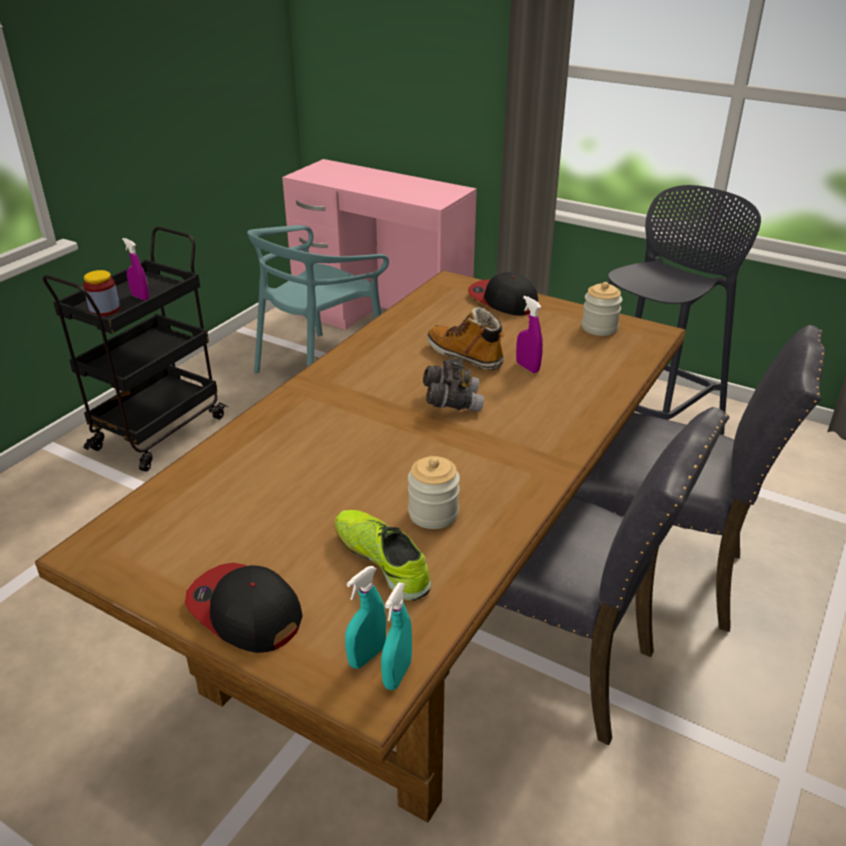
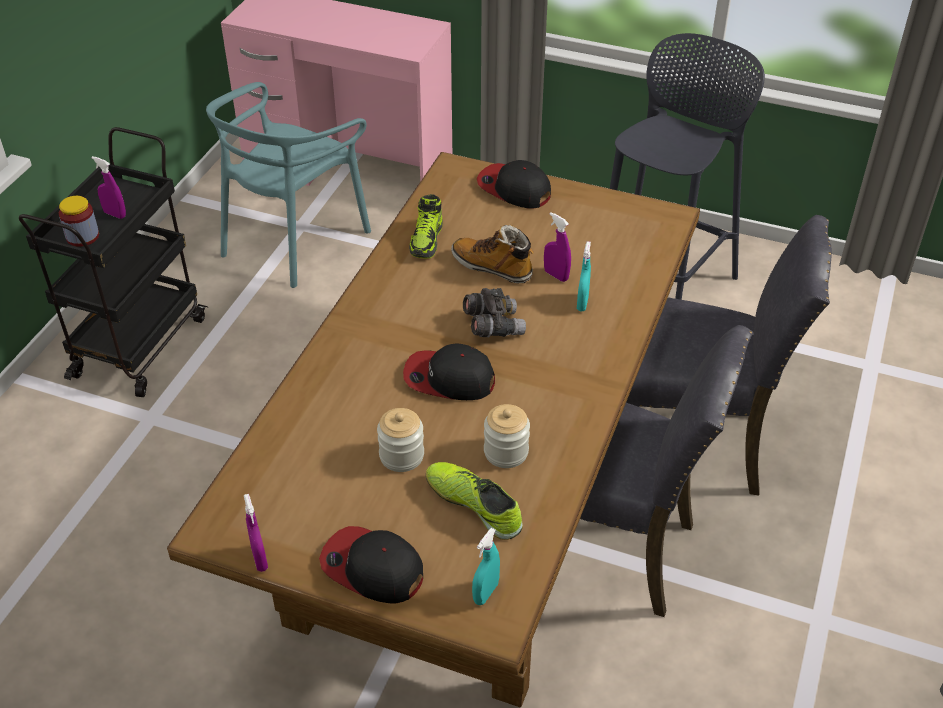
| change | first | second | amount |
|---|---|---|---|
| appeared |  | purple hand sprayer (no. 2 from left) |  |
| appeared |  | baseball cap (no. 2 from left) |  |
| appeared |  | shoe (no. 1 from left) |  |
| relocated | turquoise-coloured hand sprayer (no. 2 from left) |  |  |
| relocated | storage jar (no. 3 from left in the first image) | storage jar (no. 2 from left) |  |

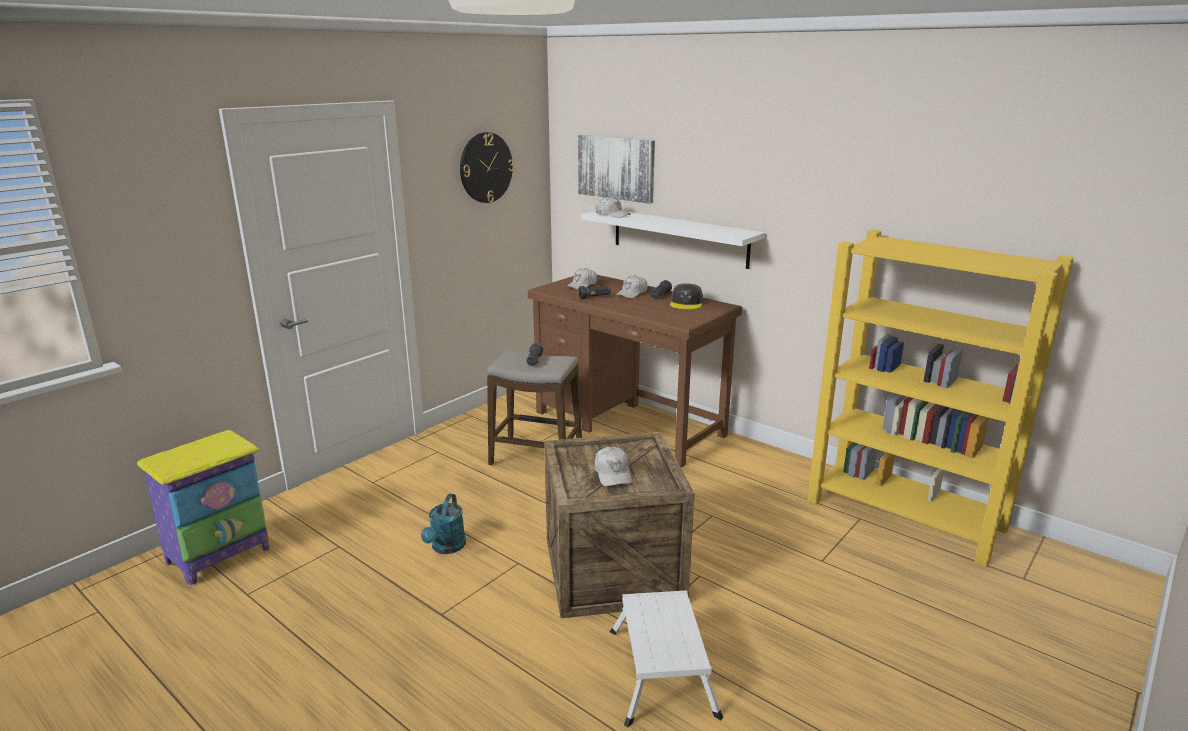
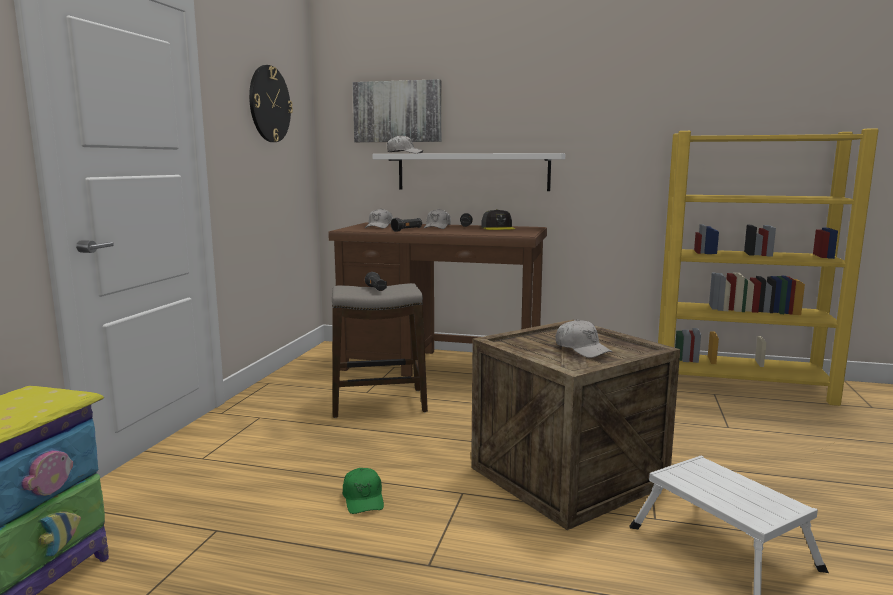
| change | first | second | amount |
|---|---|---|---|
| exchanged | turquoise-coloured sprinkling can | green baseball cap |  |

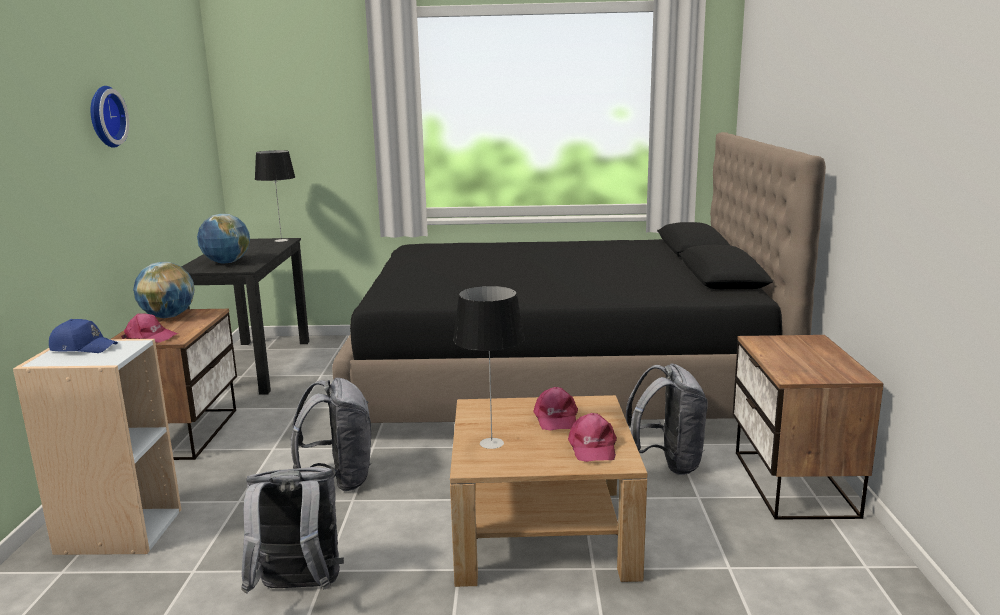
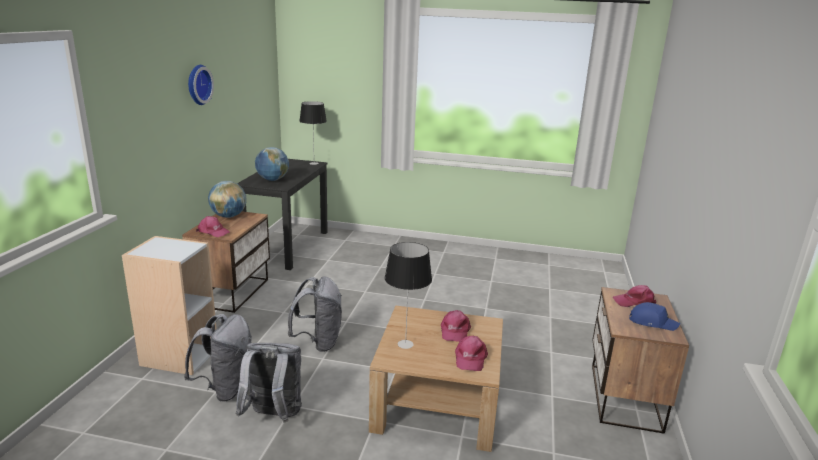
| change | first | second | amount |
|---|---|---|---|
| missing | blackish bed |  |  |
| appeared |  | pink baseball cap (no. 4 from left) |  |
| relocated | blue baseball cap |  |  |
| relocated | gray rucksack (no. 3 from left in the first image) | gray rucksack (no. 1 from left) |  |

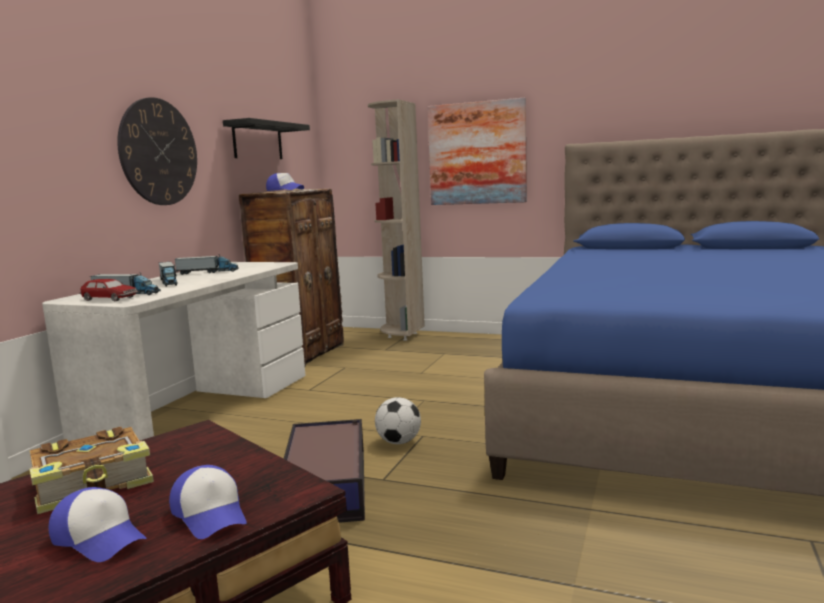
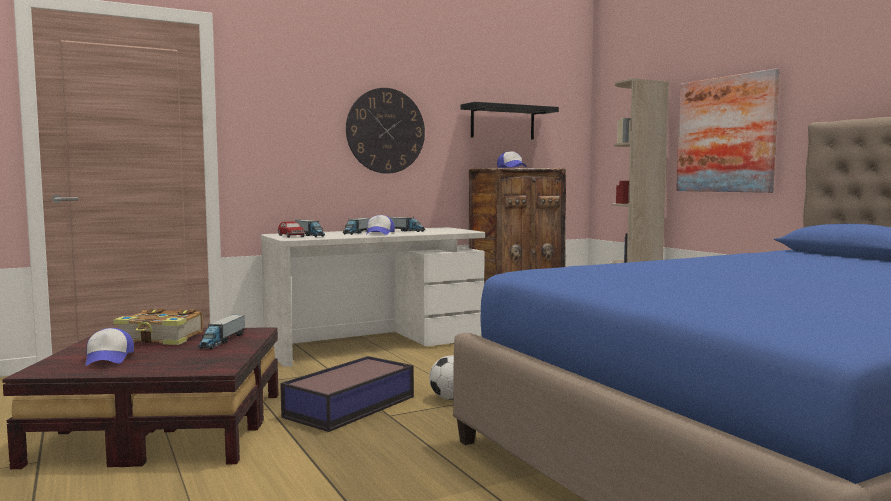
| change | first | second | amount |
|---|---|---|---|
| appeared |  | toy truck (no. 1 from left) |  |
| relocated | baseball cap (no. 2 from left) |  |  |

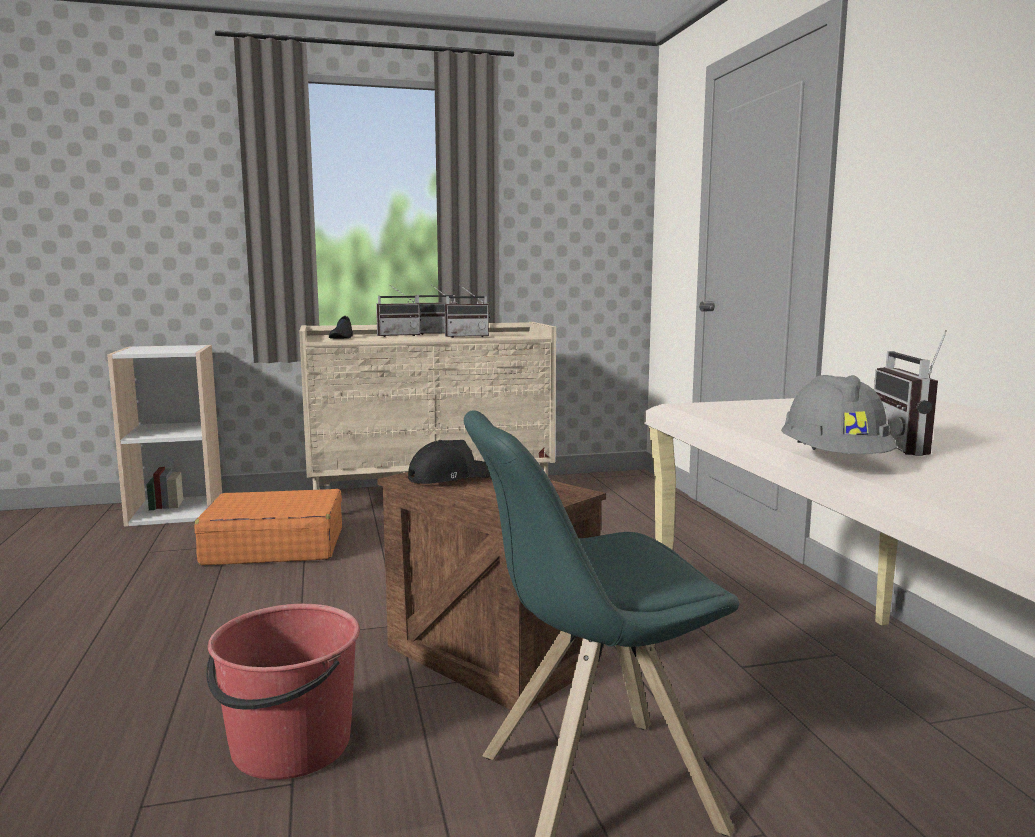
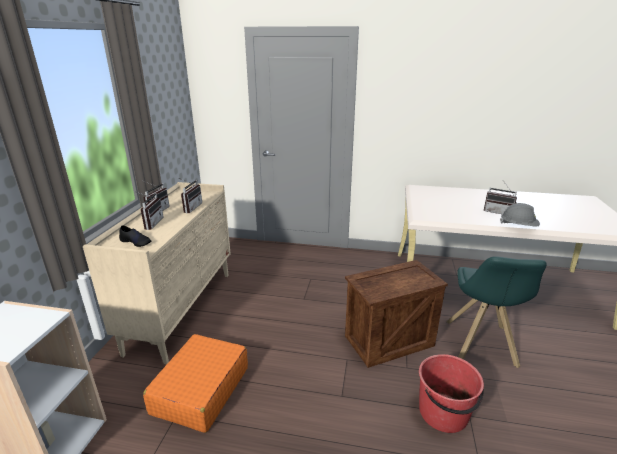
| change | first | second | amount |
|---|---|---|---|
| missing | blackish baseball cap |  |  |

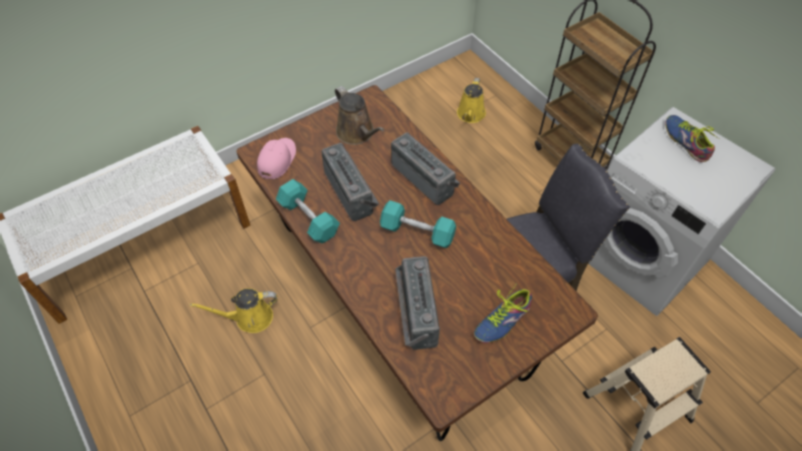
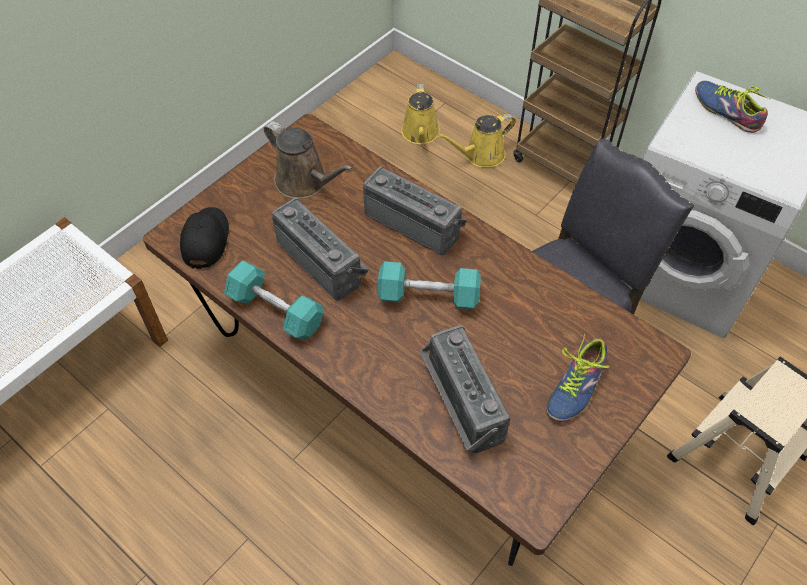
| change | first | second | amount |
|---|---|---|---|
| relocated | yellow sprinkling can (no. 1 from left in the first image) | yellow sprinkling can (no. 2 from left) |  |
| colour | pink baseball cap | blackish baseball cap |  |

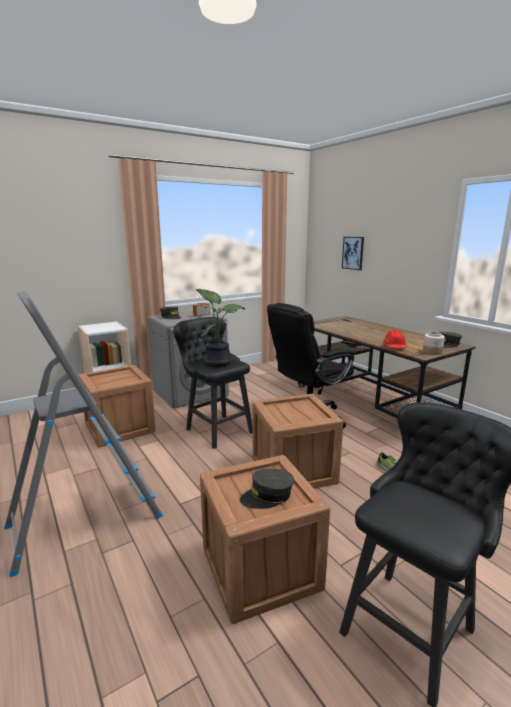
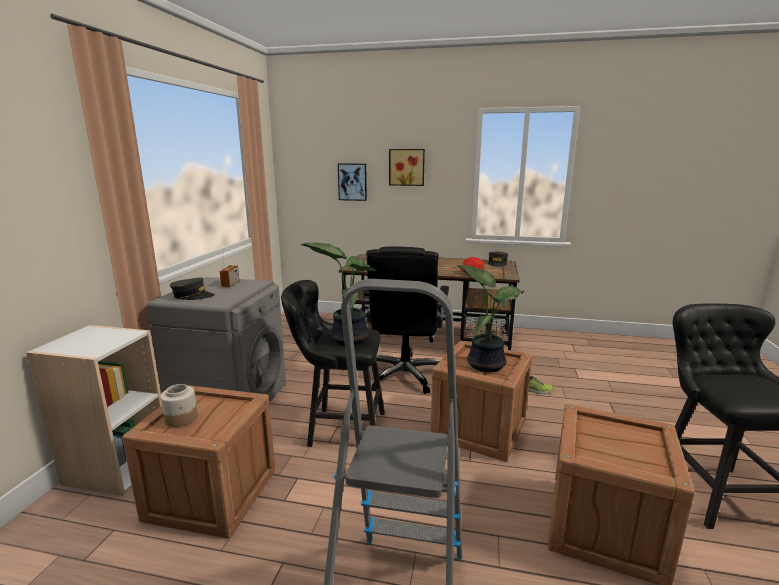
| change | first | second | amount |
|---|---|---|---|
| missing | gray baseball cap (no. 2 from left) |  |  |
| appeared |  | wall art (no. 2 from left) |  |
| appeared |  | houseplant (no. 2 from left) |  |
| relocated | storage jar |  |  |

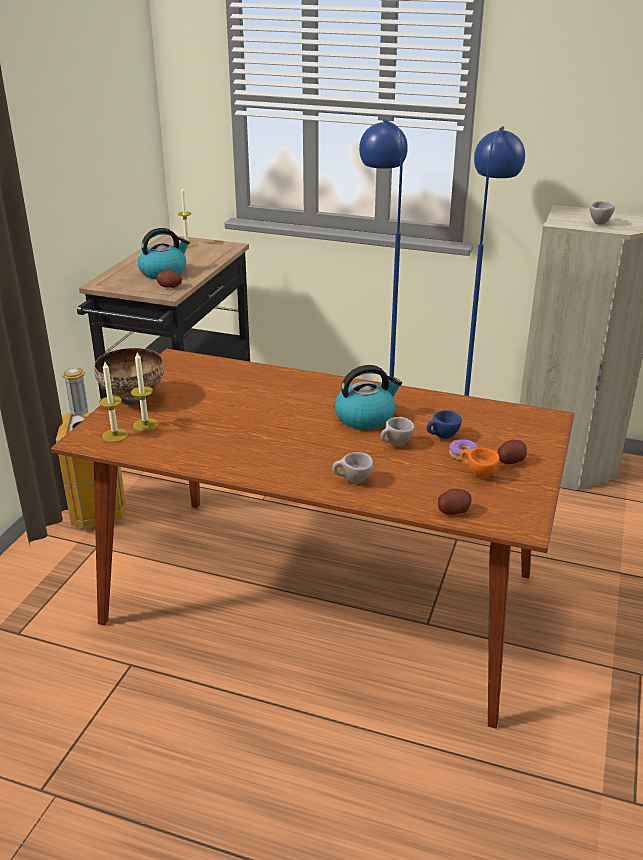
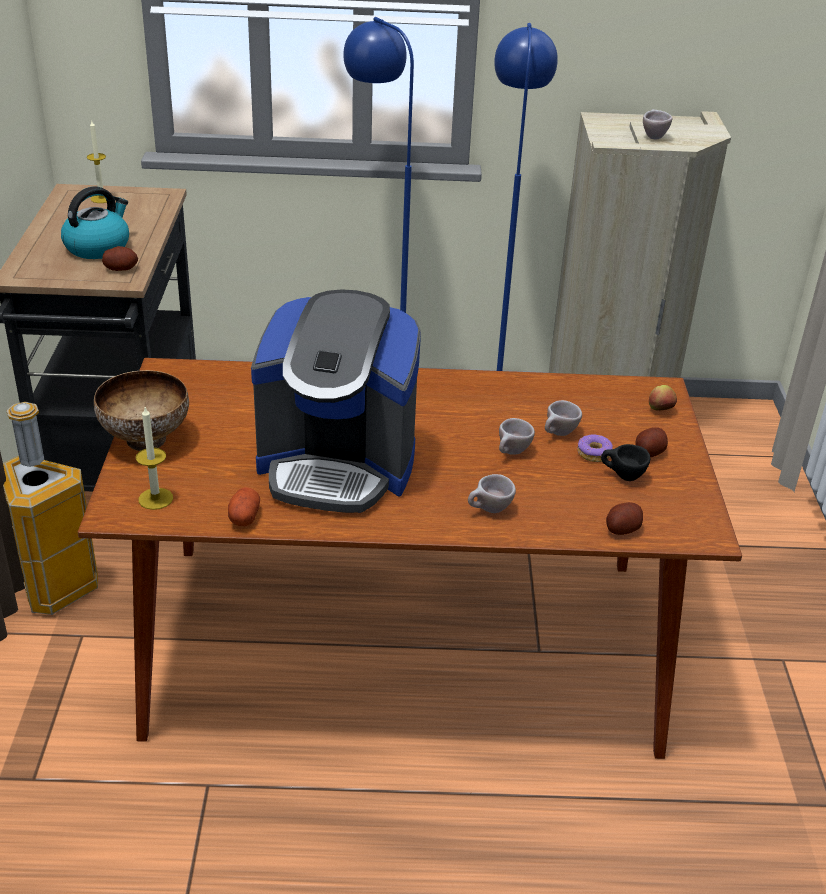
| change | first | second | amount |
|---|---|---|---|
| missing | wax light (no. 2 from left) |  |  |
| missing | kettle (no. 2 from left) |  |  |
| appeared |  | whole potato (no. 2 from left) |  |
| appeared |  | coffee maker |  |
| appeared |  | apple |  |
| colour | blue small cup | beige-coloured small cup (no. 3 from left) |  |
| colour | orange-coloured small cup | blackish small cup |  |

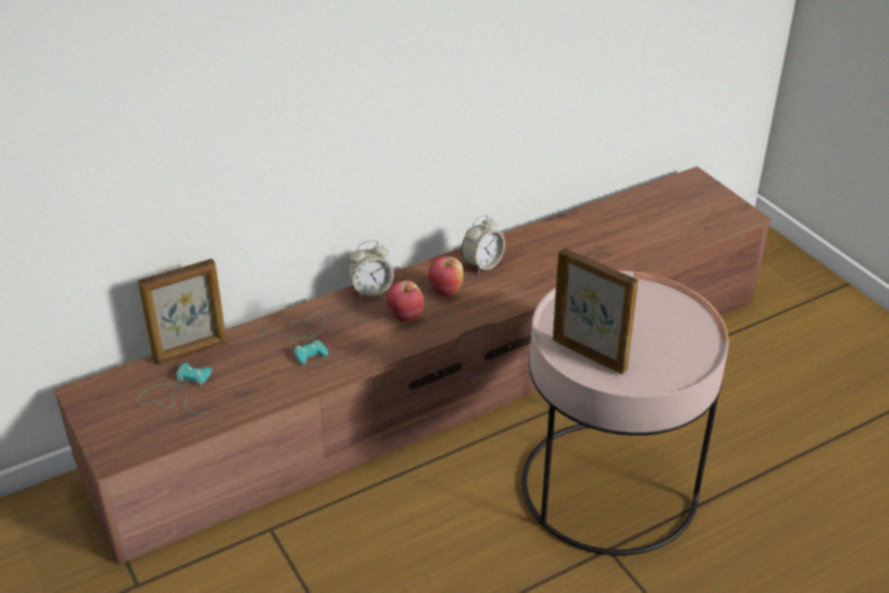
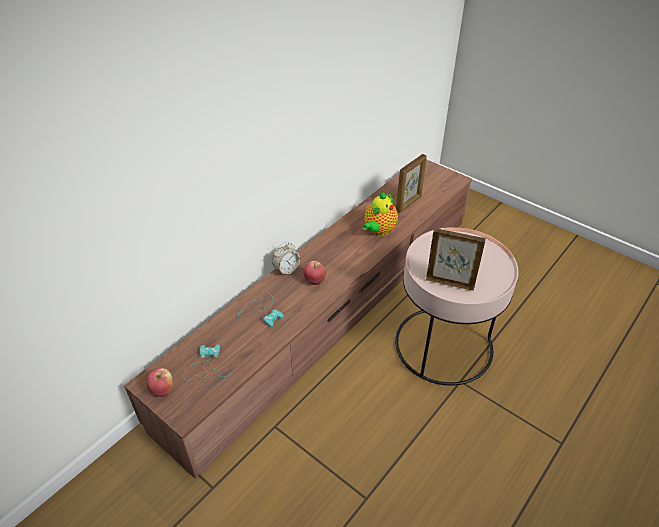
| change | first | second | amount |
|---|---|---|---|
| missing | alarm clock (no. 2 from left) |  |  |
| appeared |  | tea pot |  |
| relocated | standing frame (no. 1 from left) |  |  |
| relocated | apple (no. 2 from left in the first image) | apple (no. 1 from left) |  |

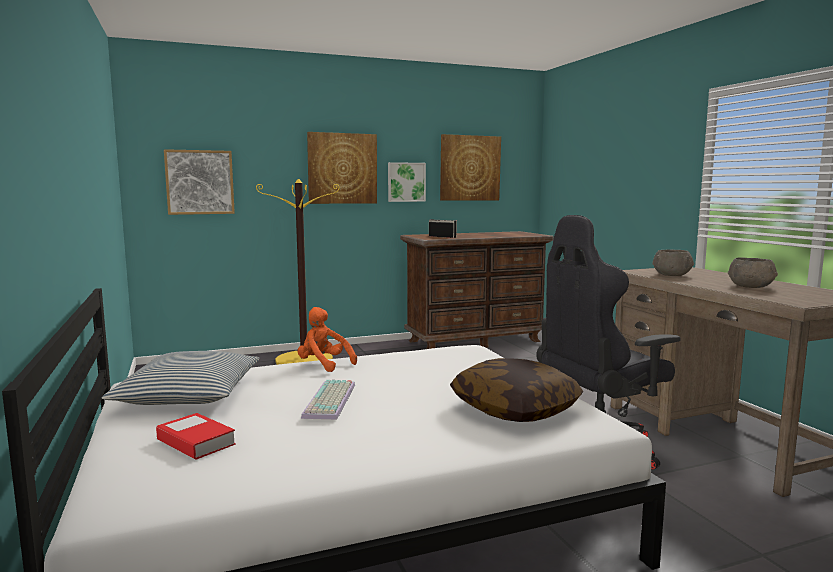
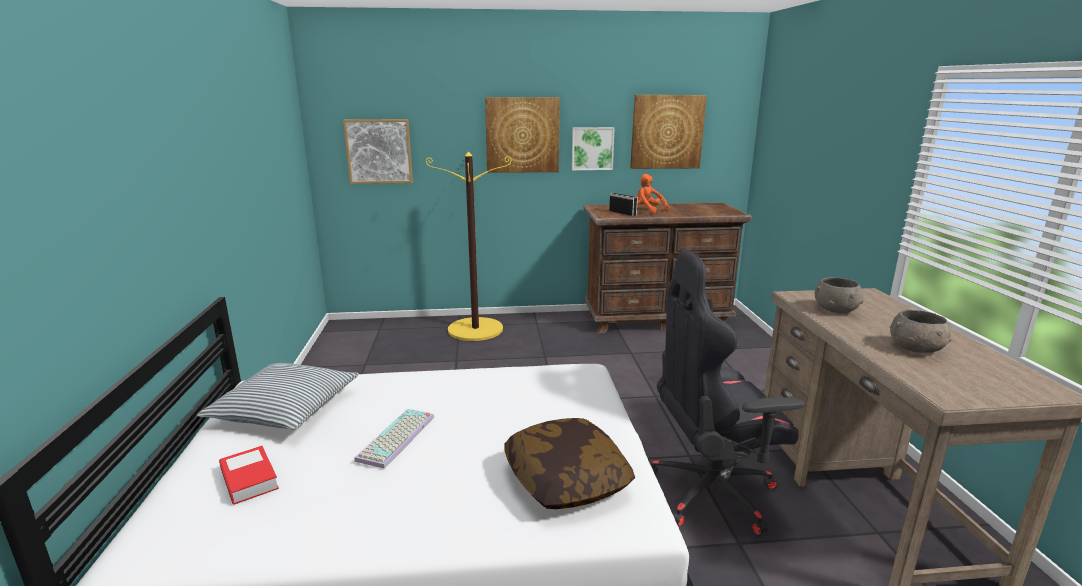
| change | first | second | amount |
|---|---|---|---|
| relocated | orange-coloured plush toy |  |  |

